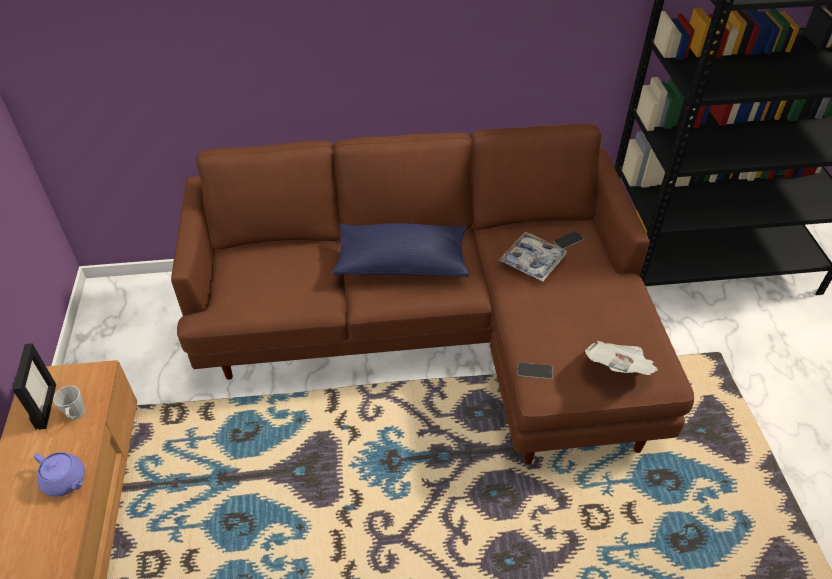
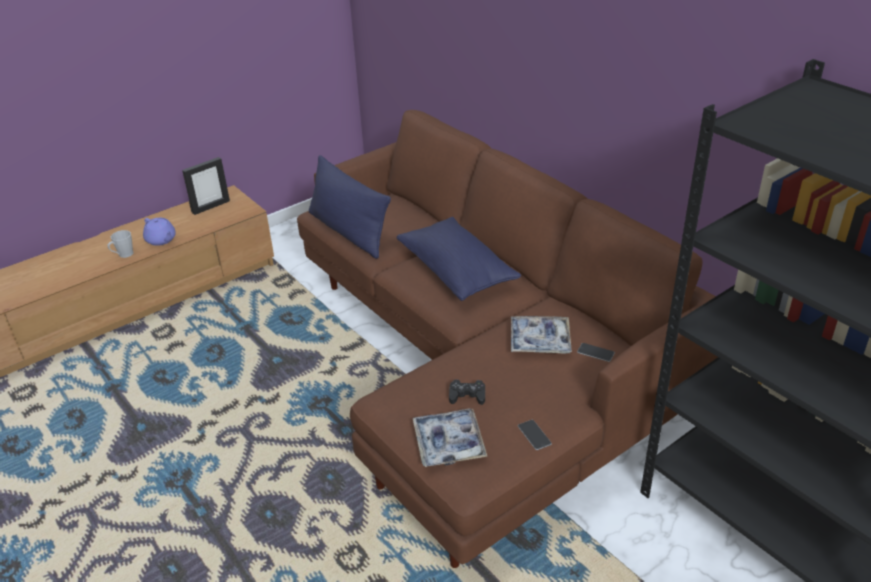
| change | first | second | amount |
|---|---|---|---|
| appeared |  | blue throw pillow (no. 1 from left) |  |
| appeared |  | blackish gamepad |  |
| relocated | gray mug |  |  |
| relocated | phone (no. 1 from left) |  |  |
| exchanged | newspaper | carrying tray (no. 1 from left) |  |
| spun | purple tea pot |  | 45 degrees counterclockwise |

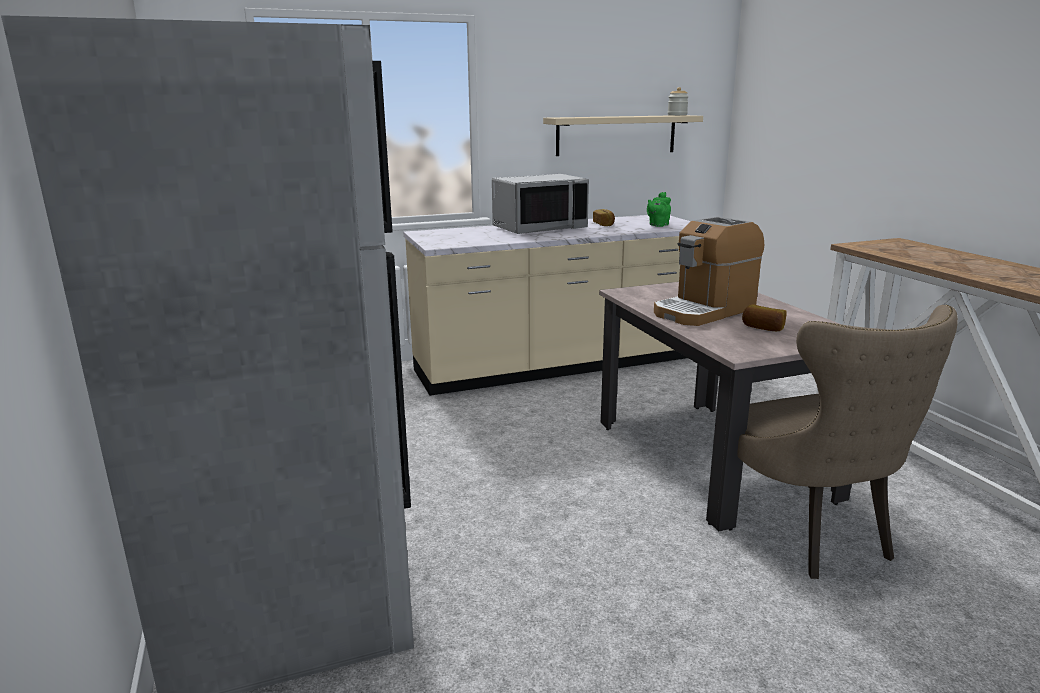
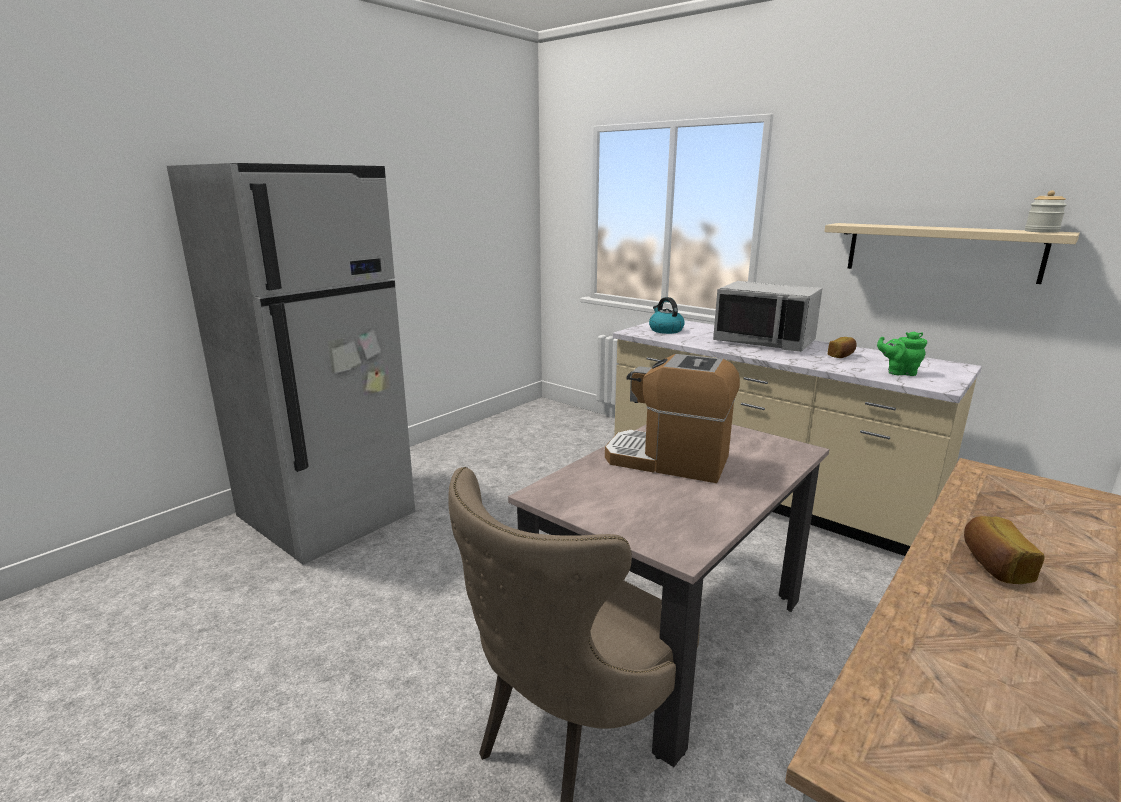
| change | first | second | amount |
|---|---|---|---|
| appeared |  | kettle |  |
| relocated | bread (no. 2 from left) |  |  |

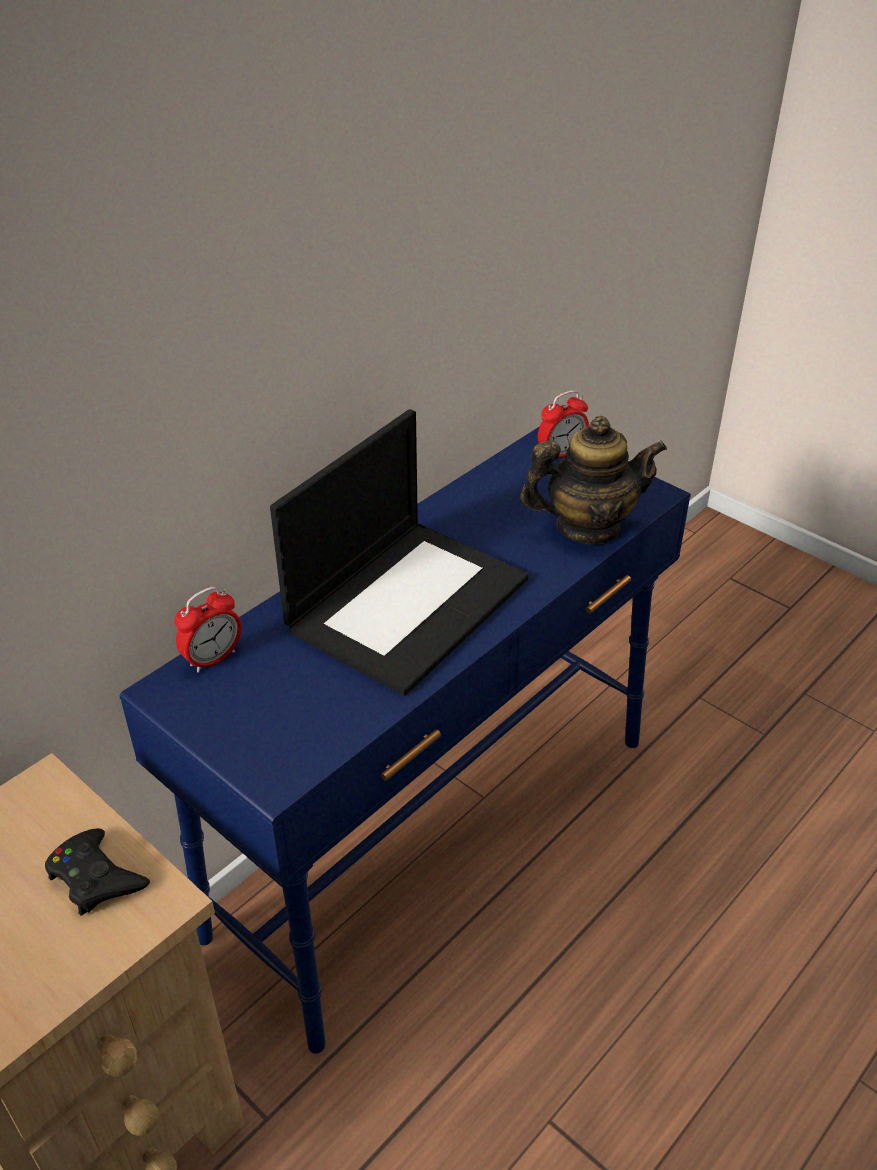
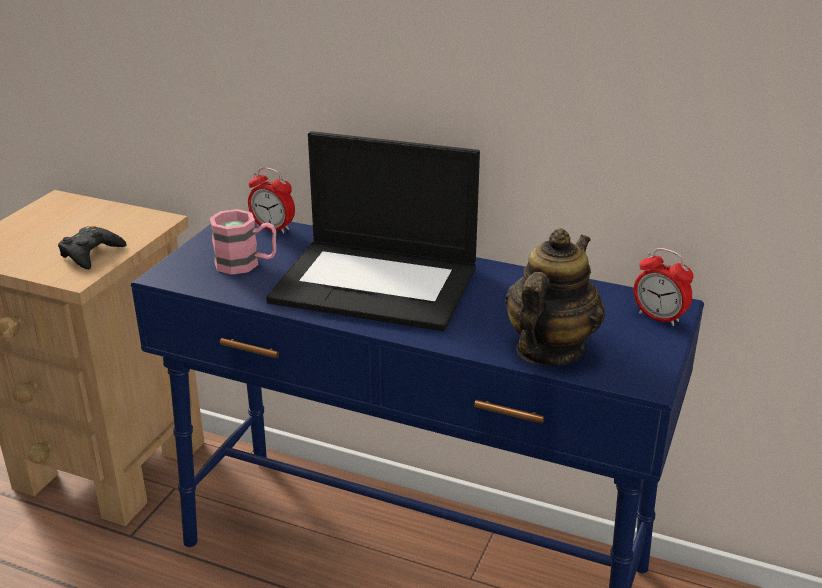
| change | first | second | amount |
|---|---|---|---|
| appeared |  | pink mug |  |
| spun | tea pot |  | 120 degrees counterclockwise |

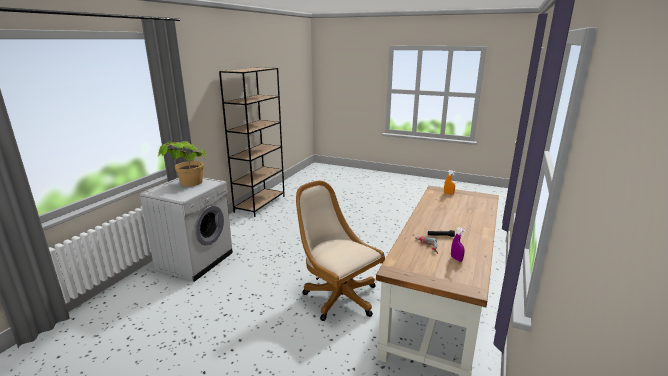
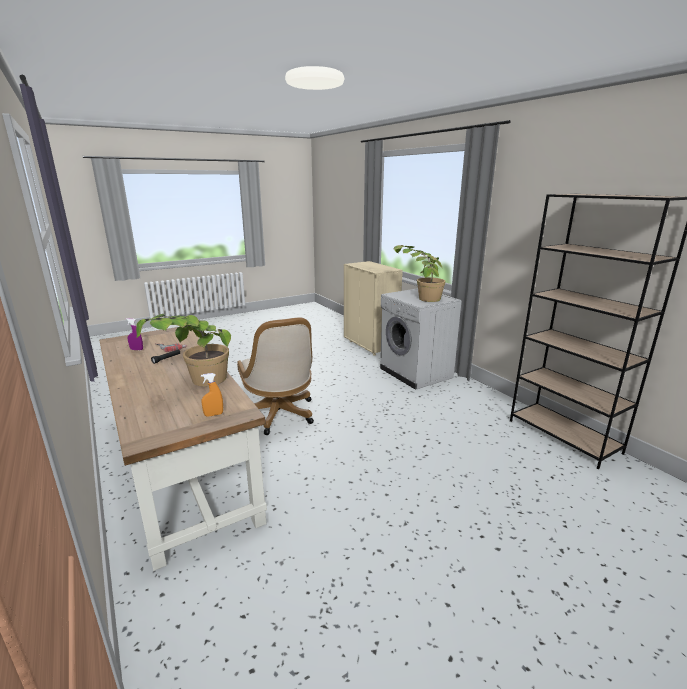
| change | first | second | amount |
|---|---|---|---|
| appeared |  | houseplant (no. 1 from left) |  |
| appeared |  | beige-coloured cabinet |  |
| spun | office chair |  | 75 degrees clockwise |

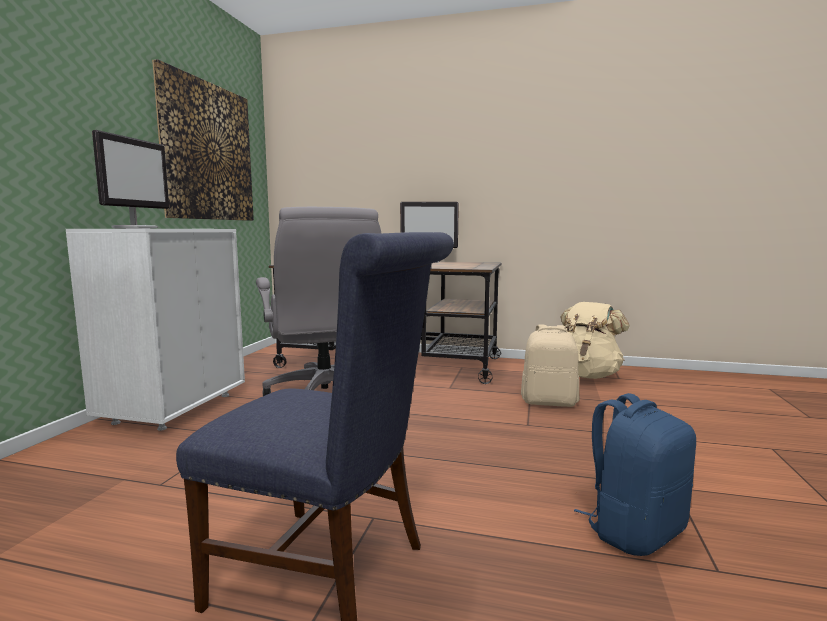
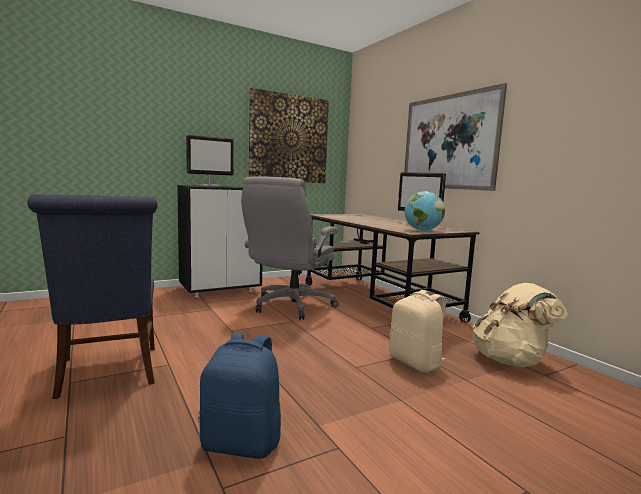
| change | first | second | amount |
|---|---|---|---|
| appeared |  | wall art (no. 2 from left) |  |
| appeared |  | world globe |  |
| colour | white cabinet | blackish cabinet |  |

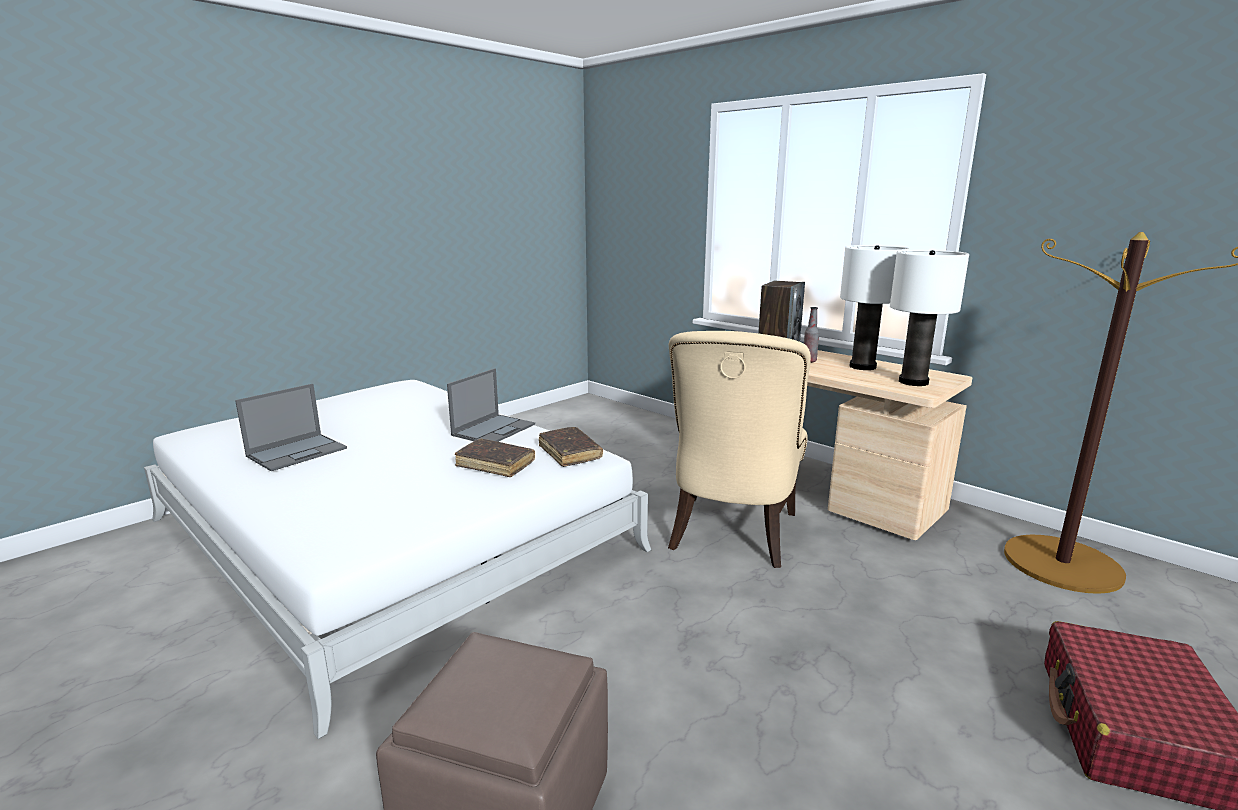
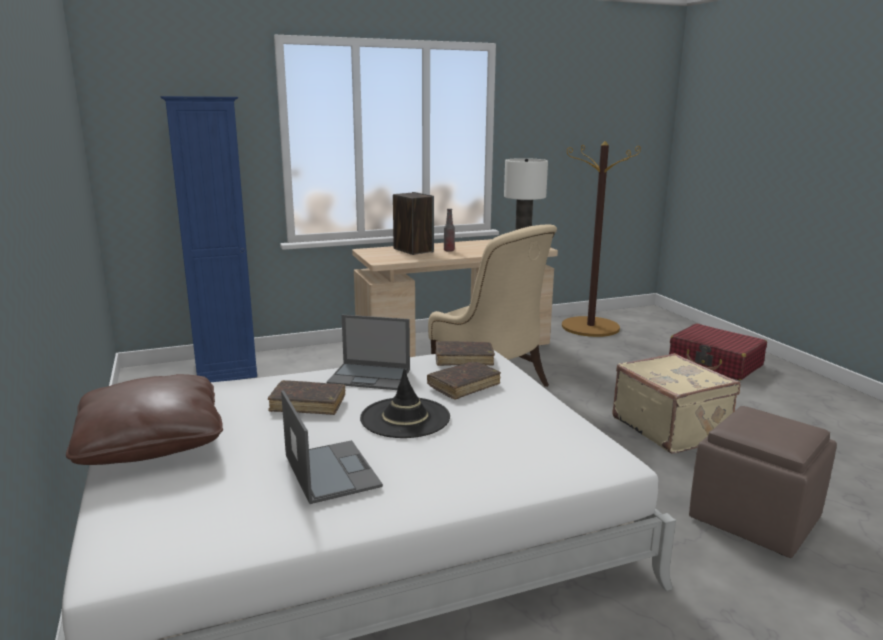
| change | first | second | amount |
|---|---|---|---|
| missing | white tabletop lamp (no. 1 from left) |  |  |
| appeared |  | brownish throw pillow |  |
| appeared |  | blue cabinet |  |
| appeared |  | brownish bound book (no. 1 from left) |  |
| appeared |  | blackish clothing hat |  |
| appeared |  | beige-coloured suitcase |  |
| spun | laptop (no. 2 from left) |  | 135 degrees clockwise |

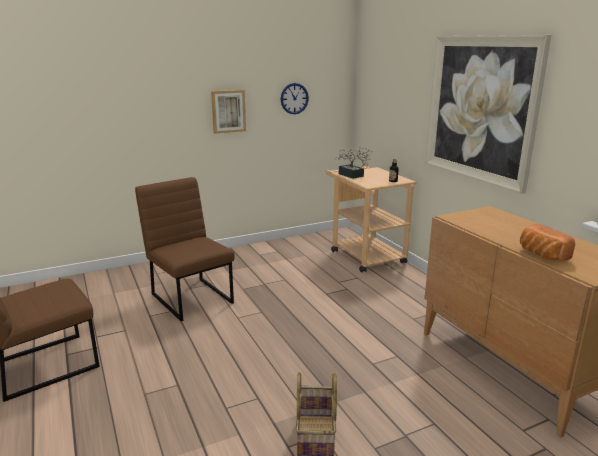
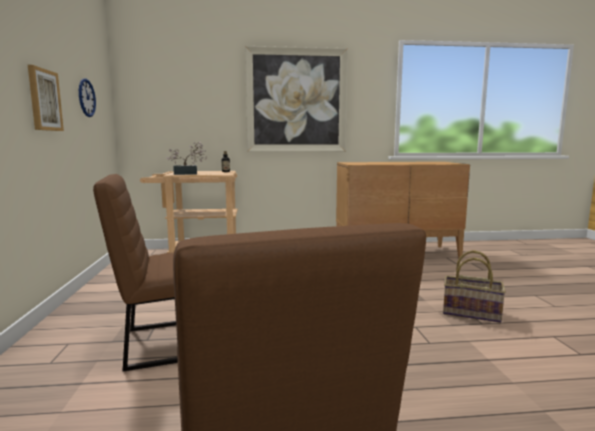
| change | first | second | amount |
|---|---|---|---|
| missing | bread |  |  |

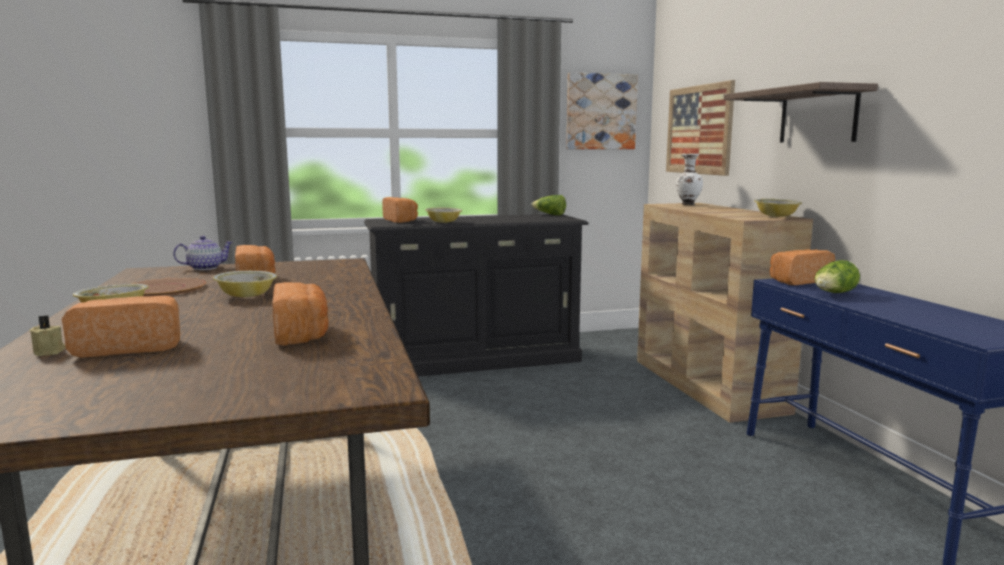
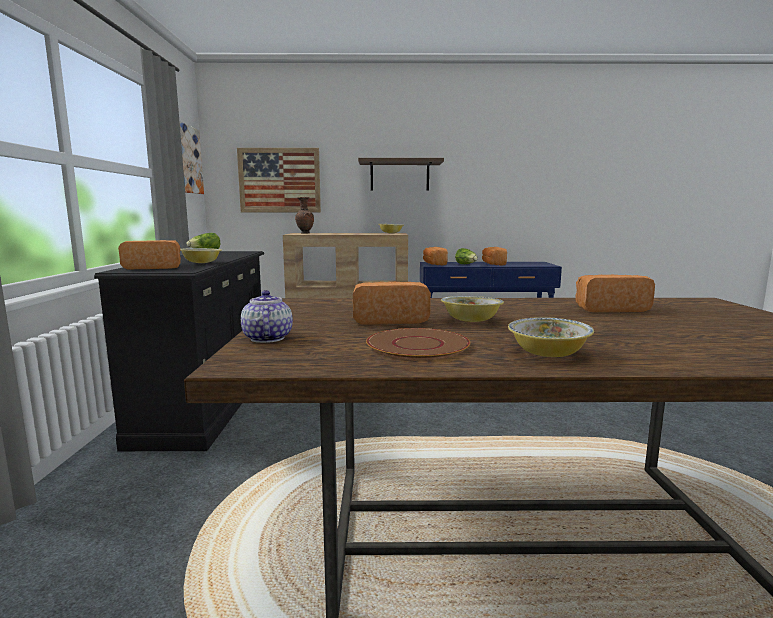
| change | first | second | amount |
|---|---|---|---|
| missing | beige-coloured wax light |  |  |
| relocated | bread (no. 1 from left in the first image) | bread (no. 4 from left) |  |
| colour | white vase | brownish vase |  |

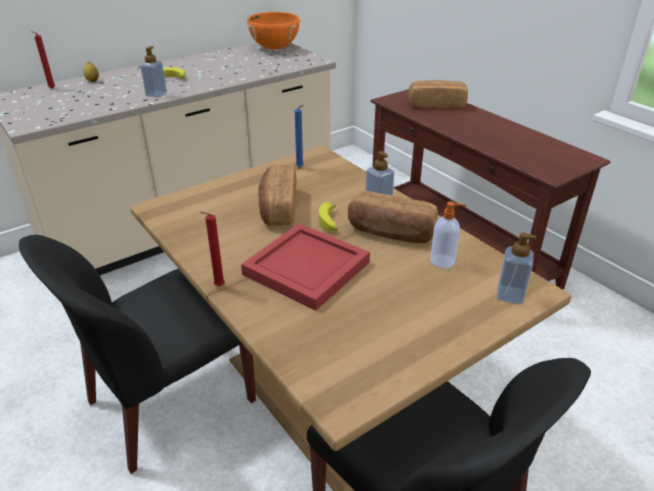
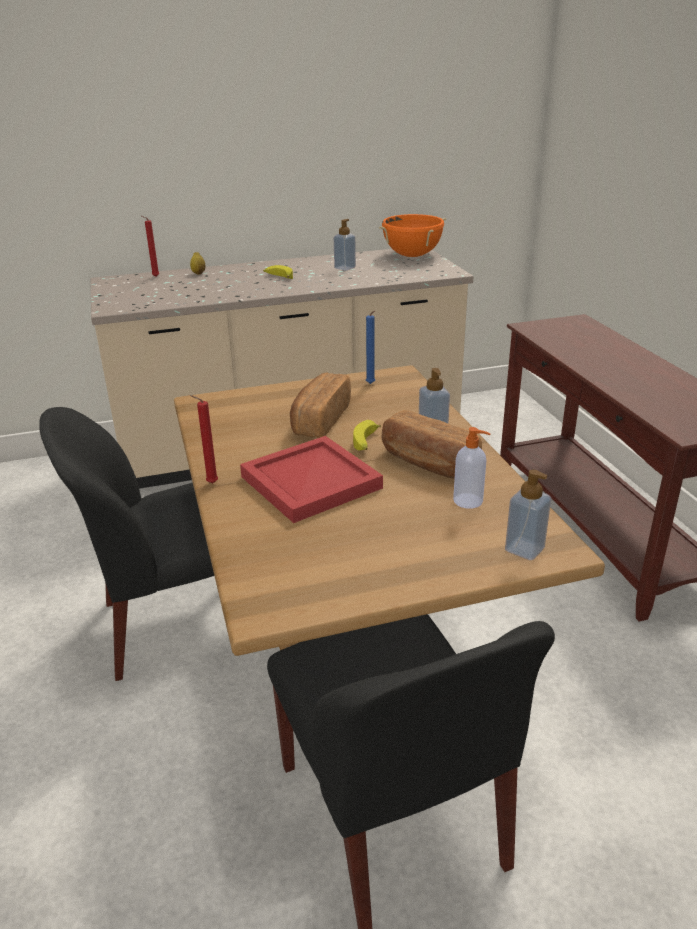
| change | first | second | amount |
|---|---|---|---|
| missing | bread (no. 3 from left) |  |  |
| relocated | liquid soap bottle (no. 1 from left) |  |  |

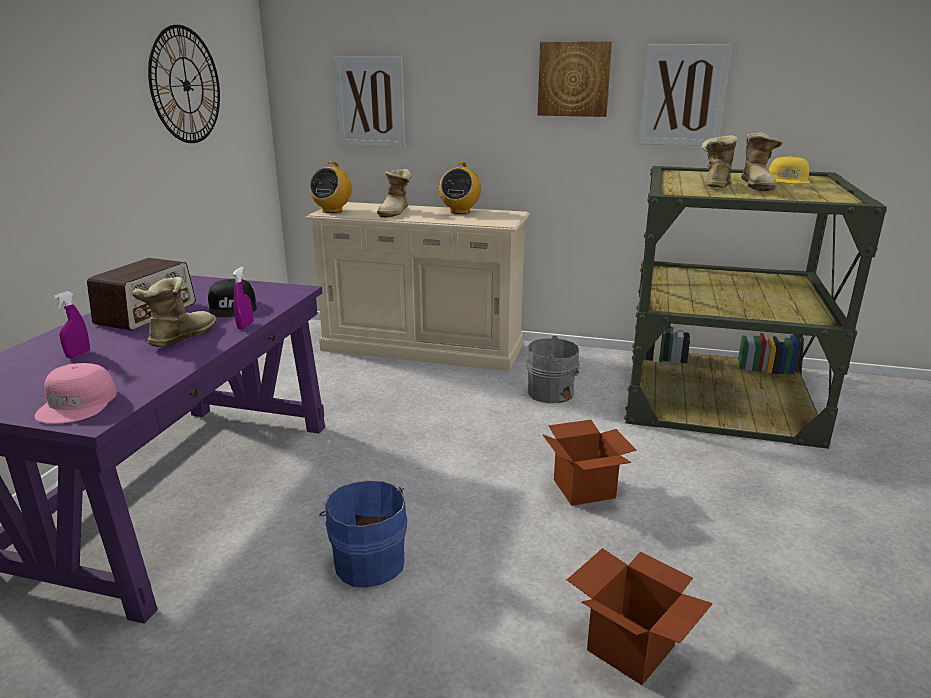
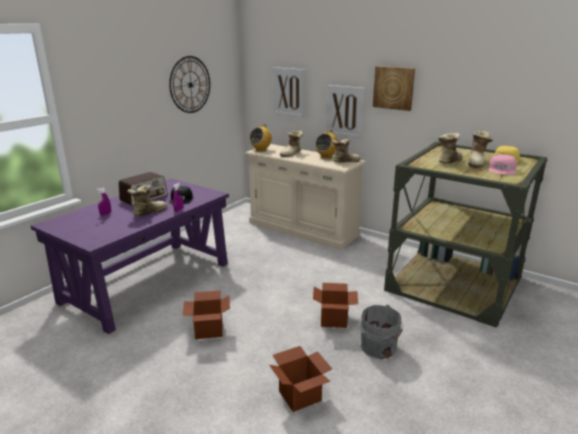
| change | first | second | amount |
|---|---|---|---|
| appeared |  | high-top boot (no. 3 from left) |  |
| relocated | pink baseball cap |  |  |
| relocated | gray water bucket |  |  |
| relocated | wall art (no. 3 from left in the first image) | wall art (no. 2 from left) |  |
| exchanged | blue water bucket | carton (no. 1 from left) |  |

